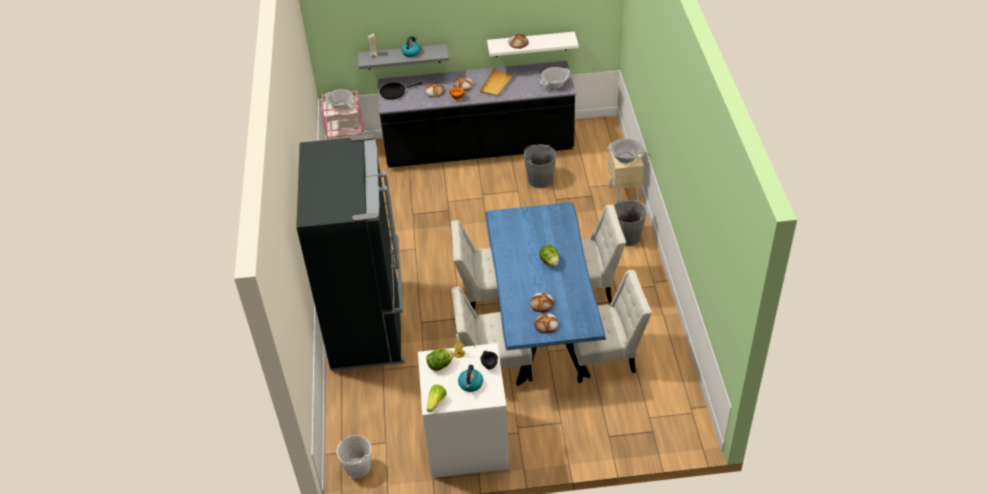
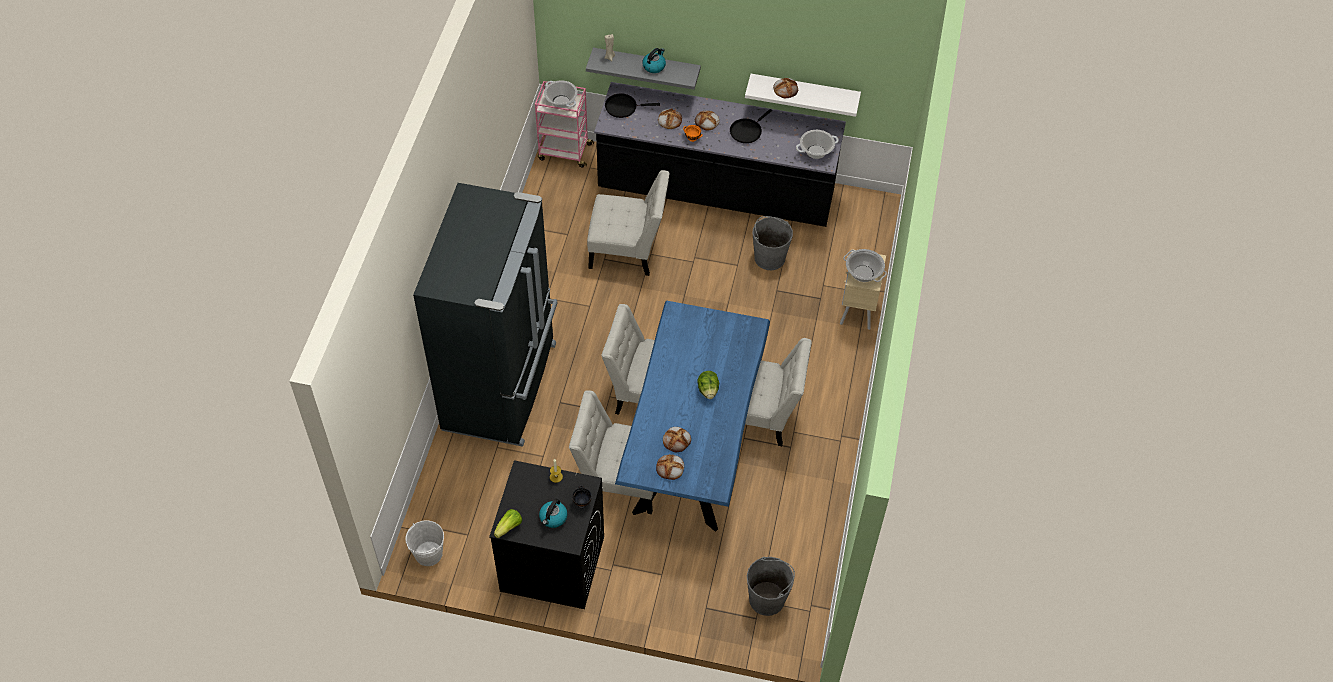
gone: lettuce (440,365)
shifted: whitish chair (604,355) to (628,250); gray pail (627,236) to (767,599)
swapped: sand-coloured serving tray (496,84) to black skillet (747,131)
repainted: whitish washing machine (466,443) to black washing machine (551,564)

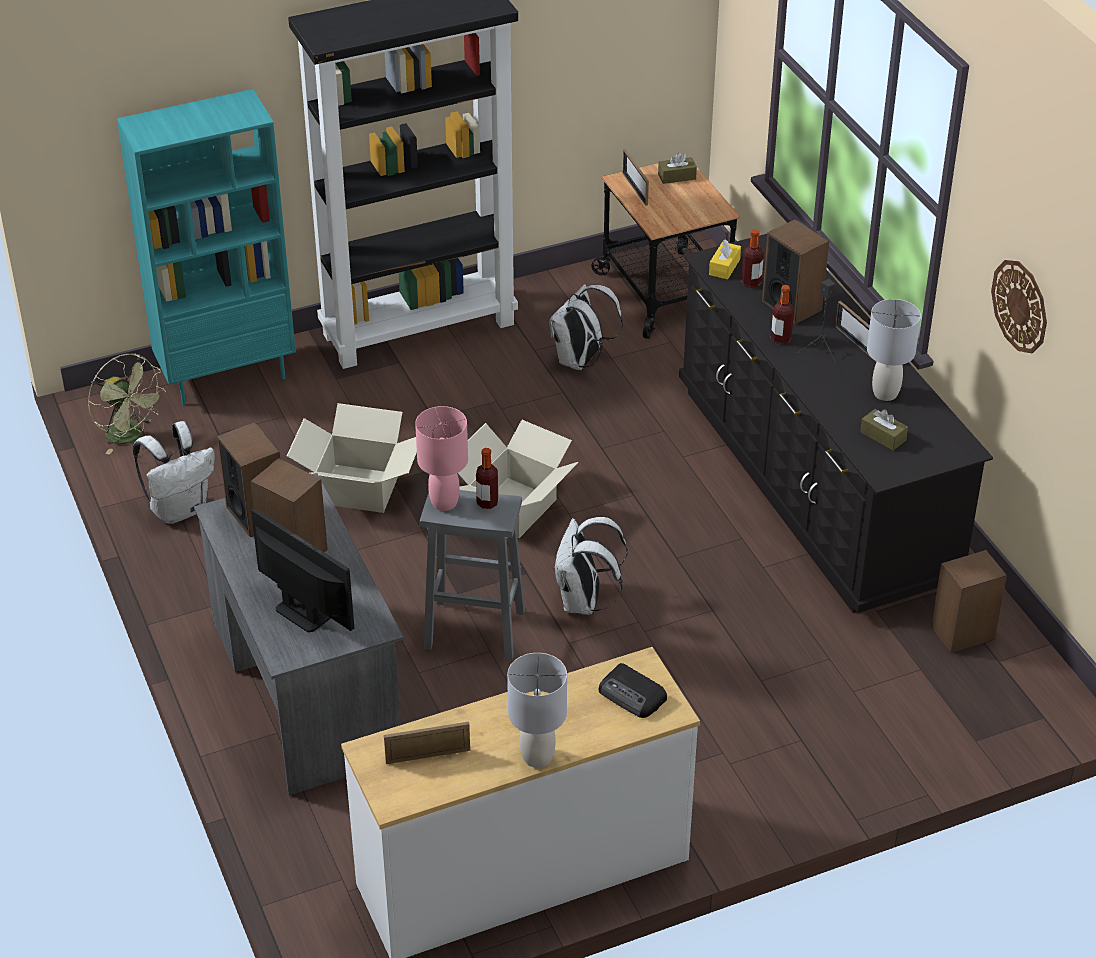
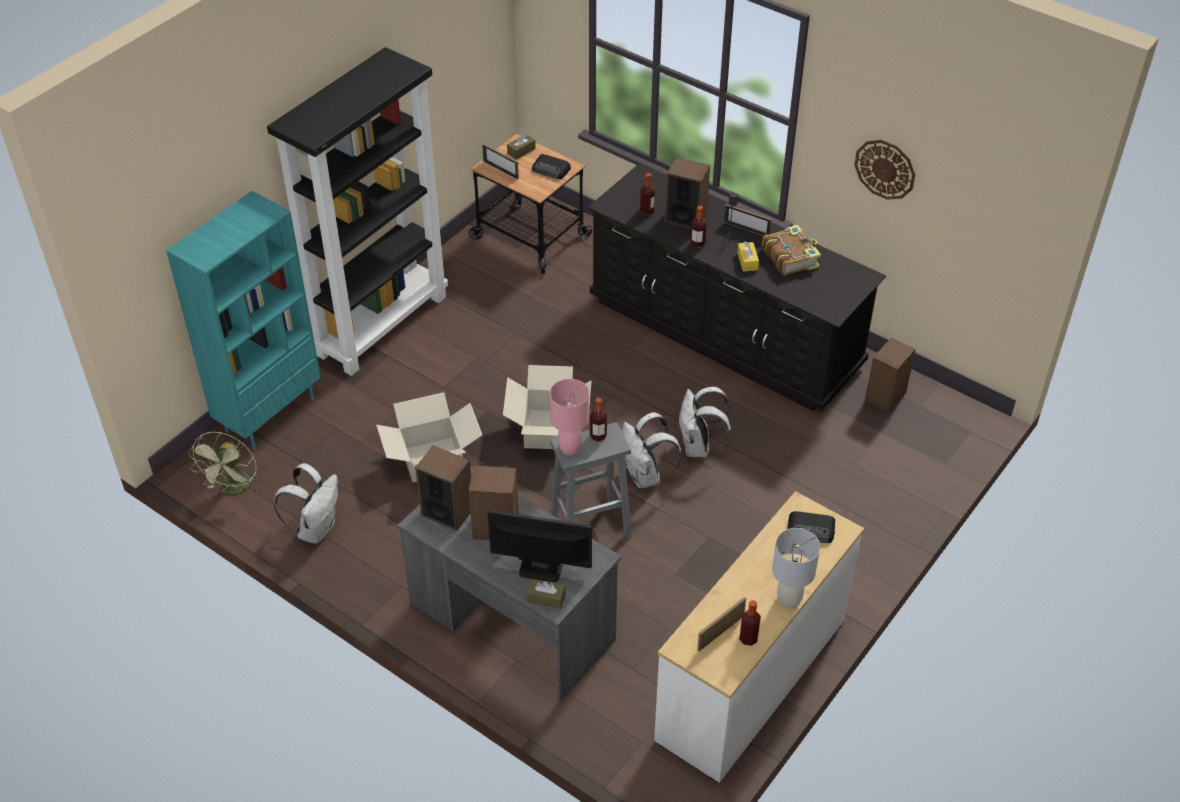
new: radio receiver (551,170); beverage bottle (748,638)
shifted: whitish backpack (580,361) to (699,447); yellow tissue holder (724,267) to (747,261); brown tissue holder (883,436) to (546,598)
swapped: gray tabletop lamp (885,393) to book (790,257)
rotated: green-coloured fan (131,436) = (234,489) 90 degrees clockwise

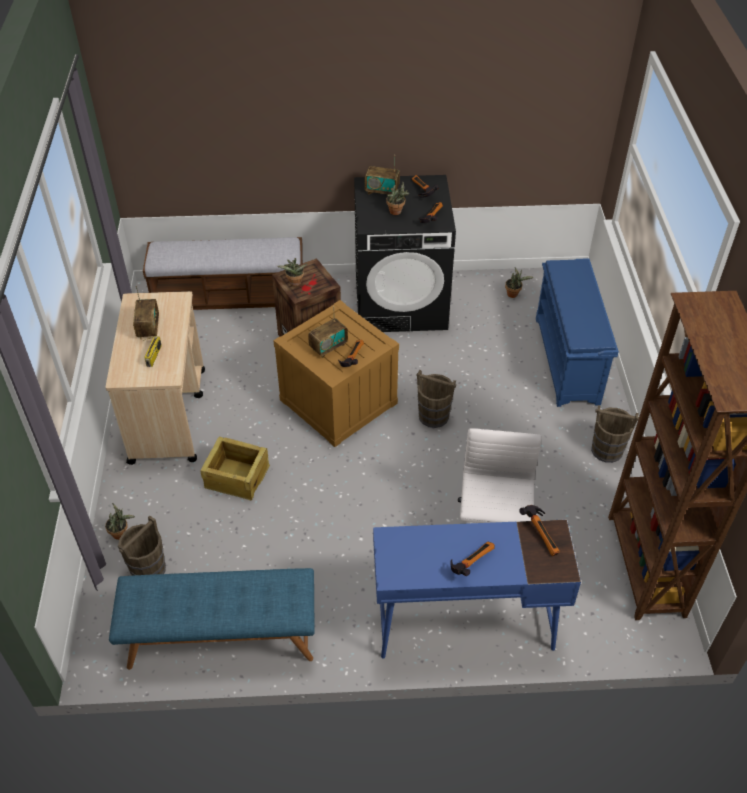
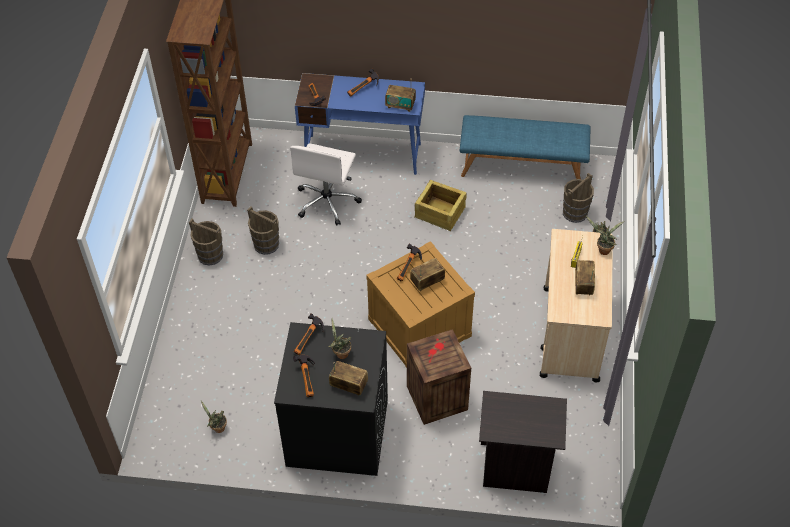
gone: blue-coloured shoe shelf (568,361)
new: radio receiver (400,105)
shifted: packing crate (236,476) to (440,213); houseplant (294,284) to (605,249); brown pail (433,416) to (266,244)
swapped: indoor bench (230,296) to black night table (515,468)

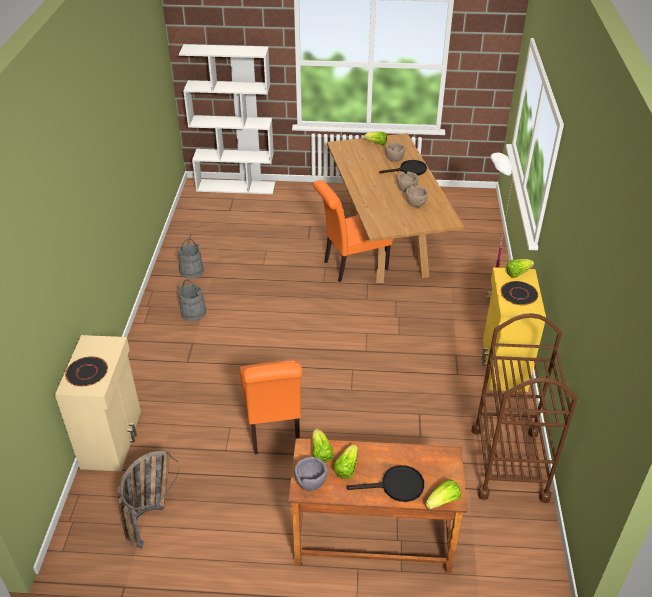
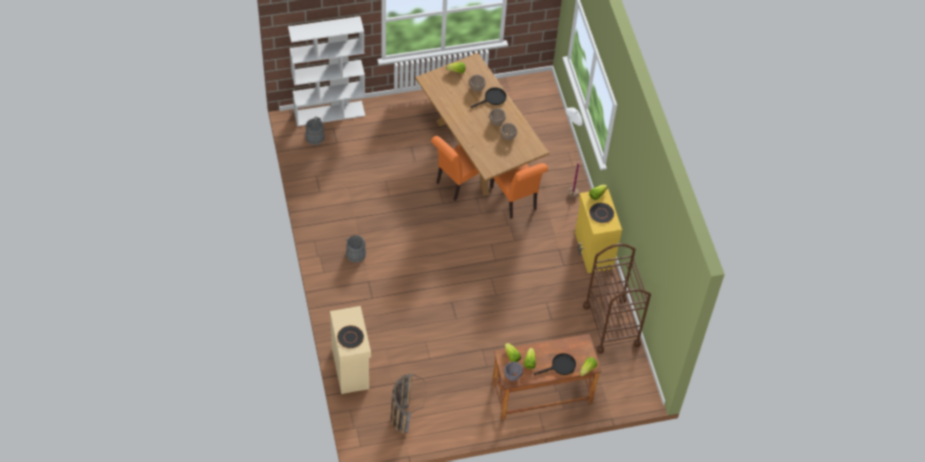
shifted: gray pail (191,270) to (314,137); orange chair (274,429) to (515,200)

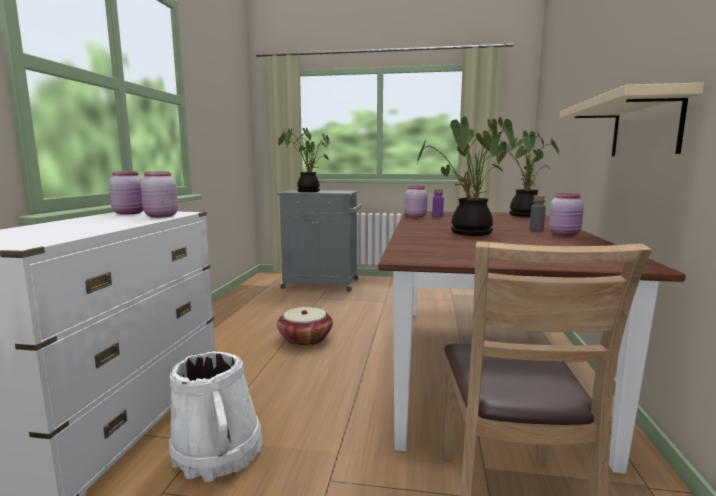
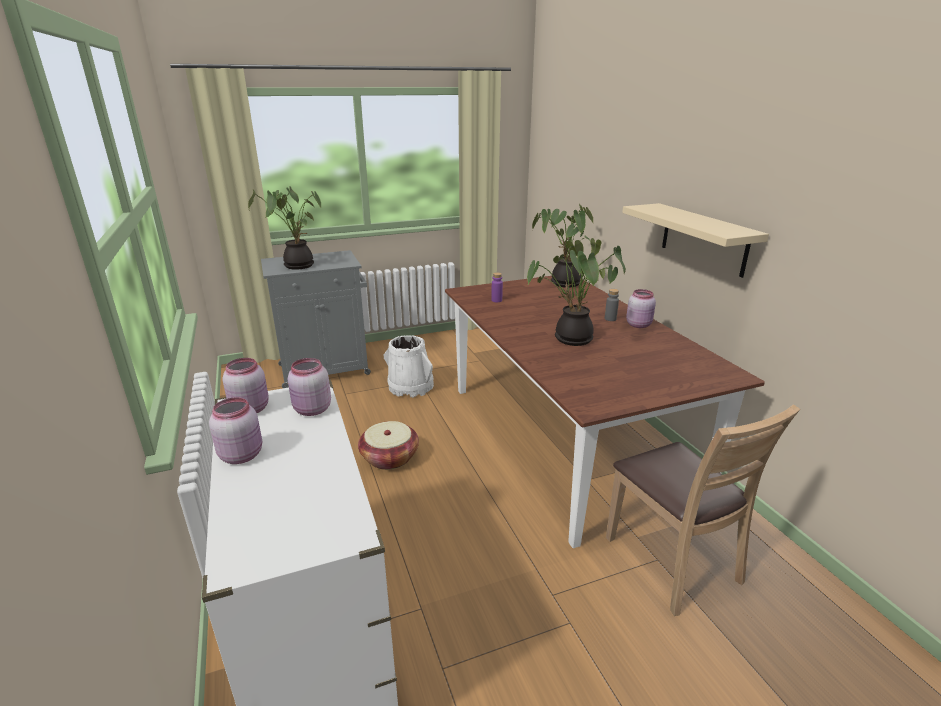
shifted: whitish pail (217,451) to (410,386); pinkish storage jar (416,216) to (242,454)

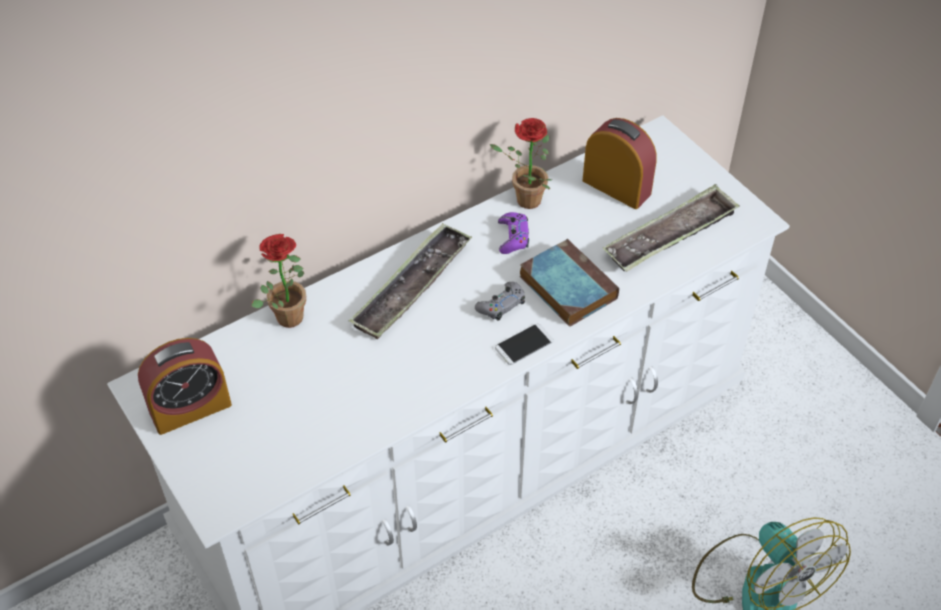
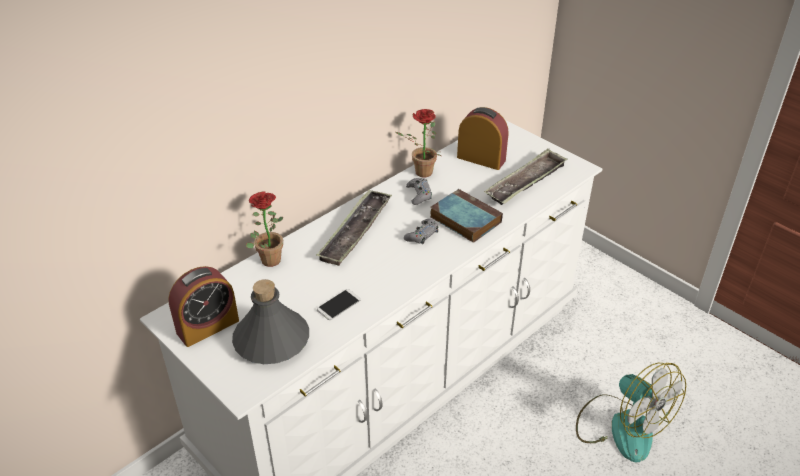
new: gray beverage bottle (271,341)
shifted: phone (524,344) to (339,305)
repainted: purplish gamepad (513,237) to gray gamepad (419,194)

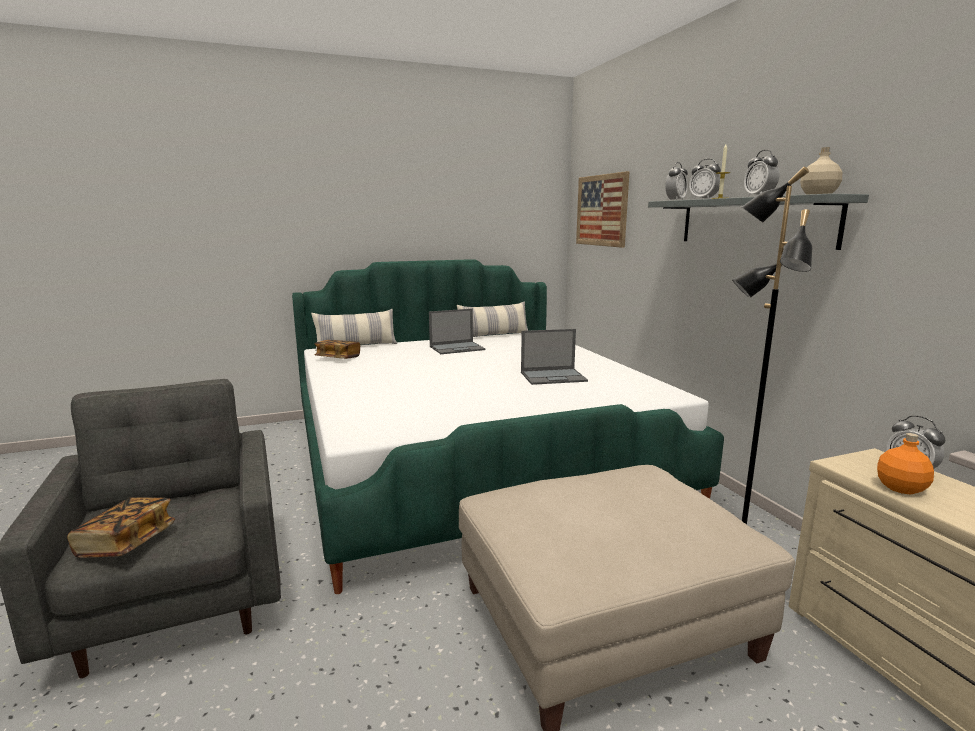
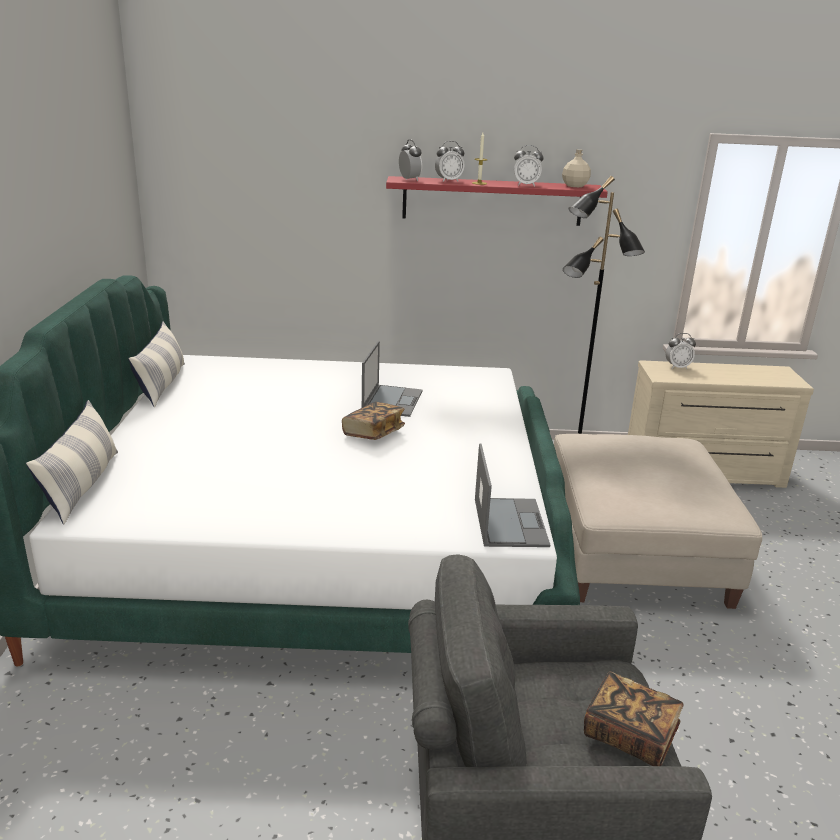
gone: picture (601,210); orange beverage bottle (901,488)
shifted: book (338,358) to (373,433); laptop (457,348) to (509,522)
repainted: gray bracket shelf (753,222) to reddish bracket shelf (492,201)

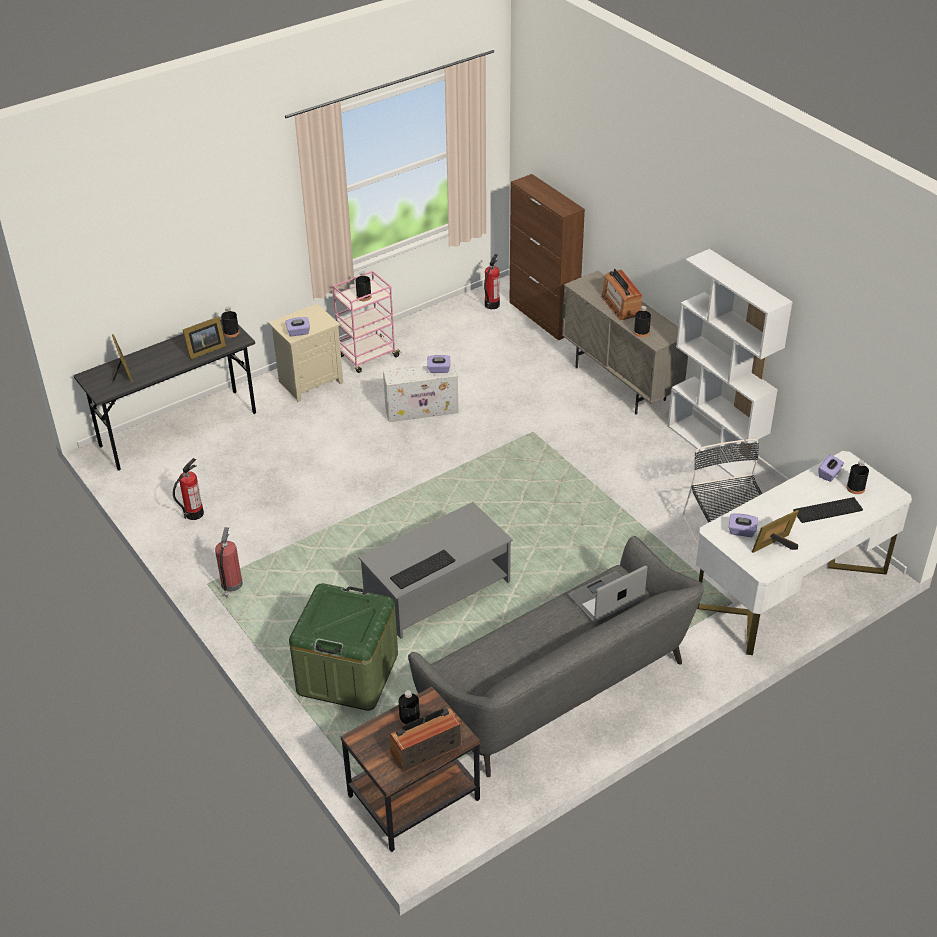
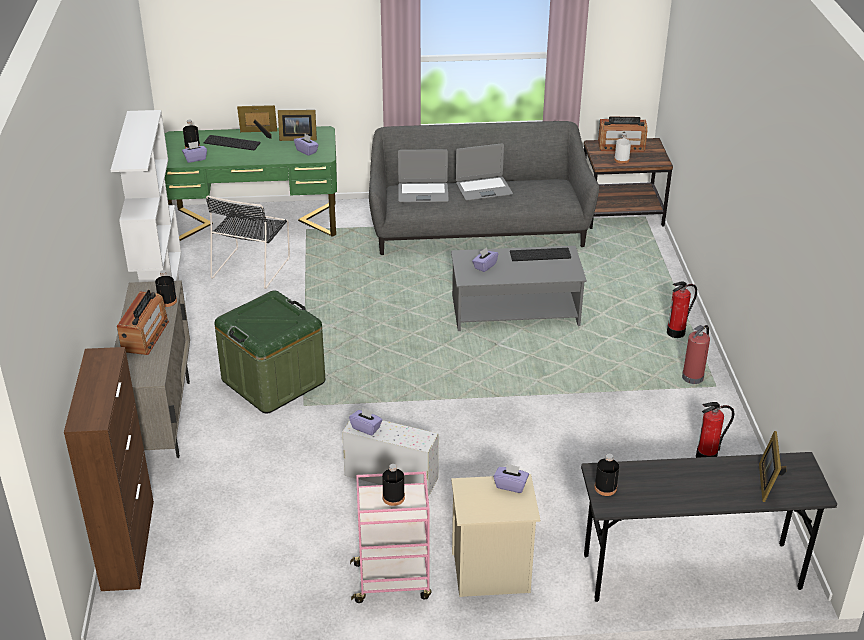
new: laptop (483,189); purplish tissue holder (484,266)
shifted: photo frame (204,350) to (259,133); green-coloured storage bin (347,673) to (273,381); fire extinguisher (491,305) to (676,333)
repainted: black beverage bottle (409,719) to whitish beverage bottle (621,160); whitish desk unit (791,589) to green-coloured desk unit (255,222)

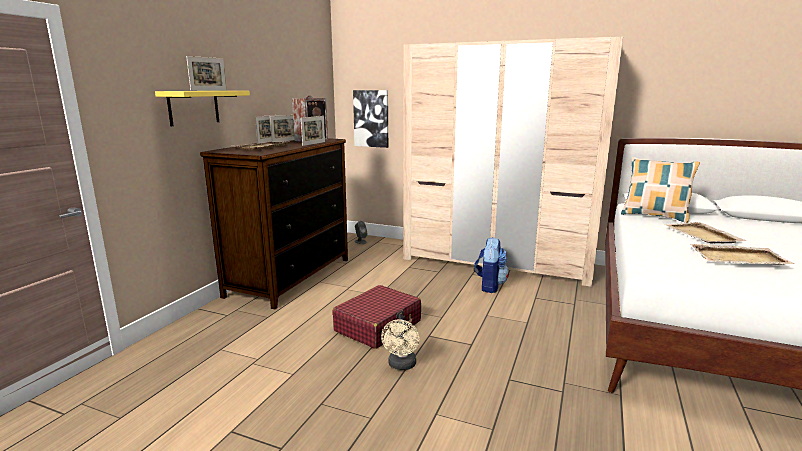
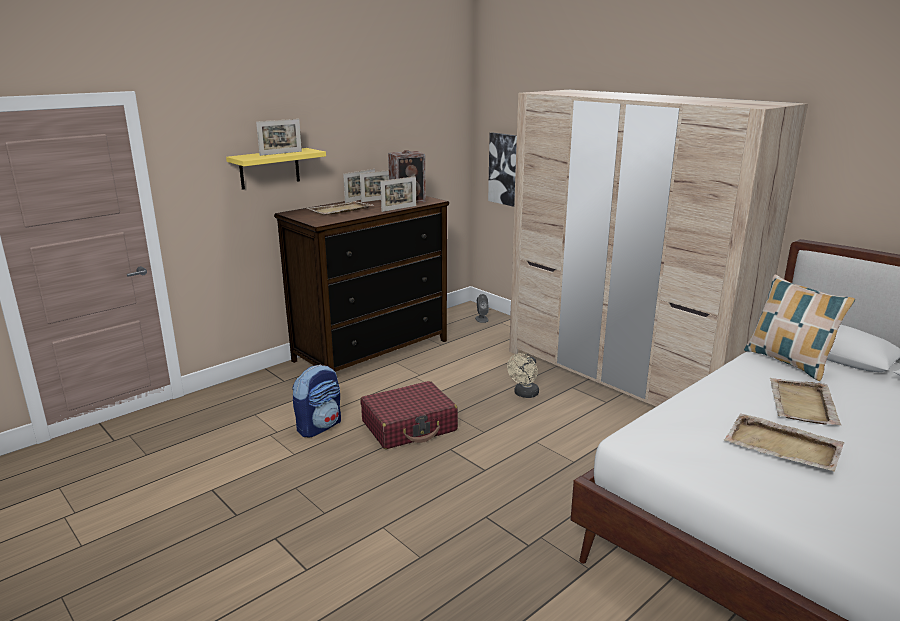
shifted: sand-coloured fan (401,365) to (524,394); backpack (489,286) to (319,426)

